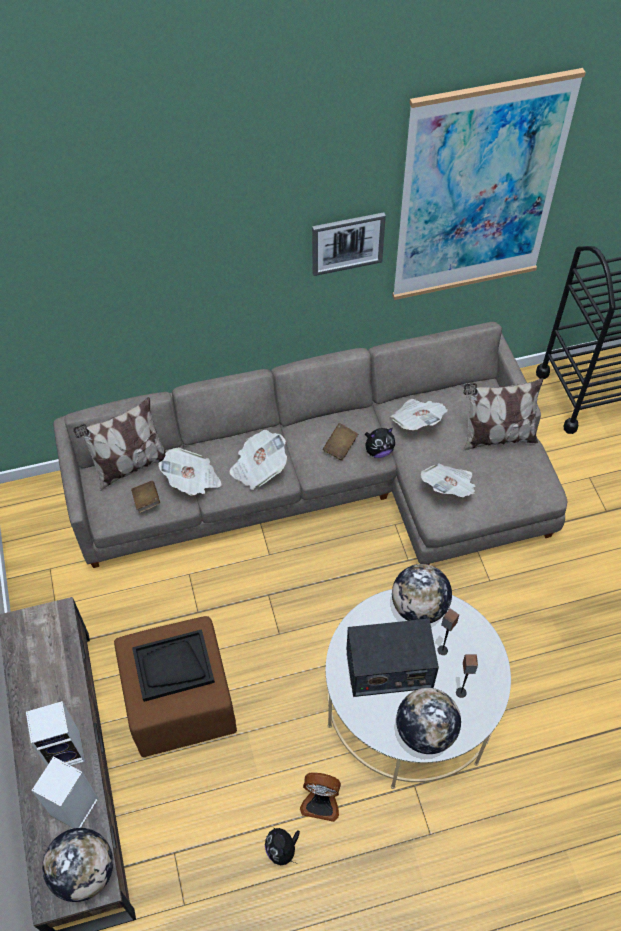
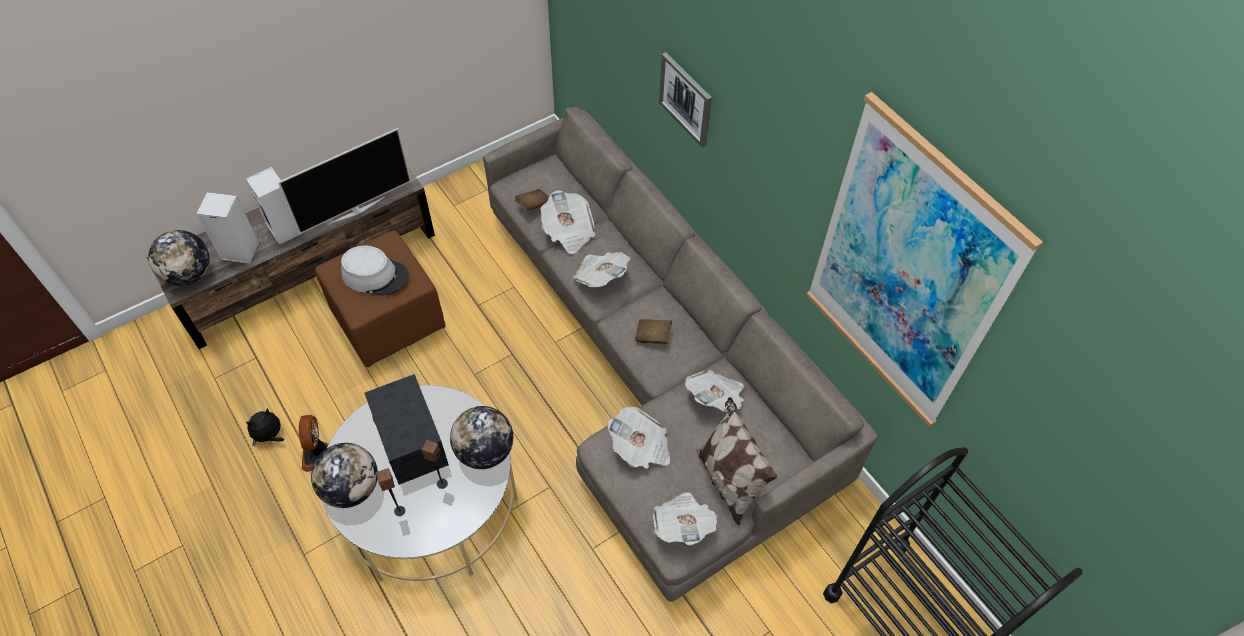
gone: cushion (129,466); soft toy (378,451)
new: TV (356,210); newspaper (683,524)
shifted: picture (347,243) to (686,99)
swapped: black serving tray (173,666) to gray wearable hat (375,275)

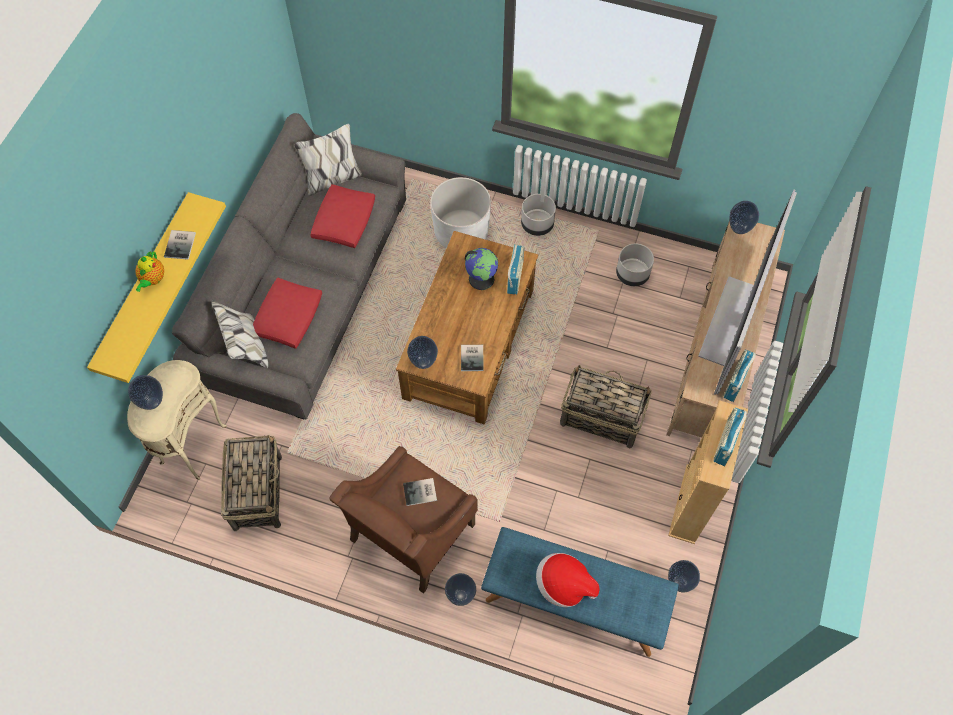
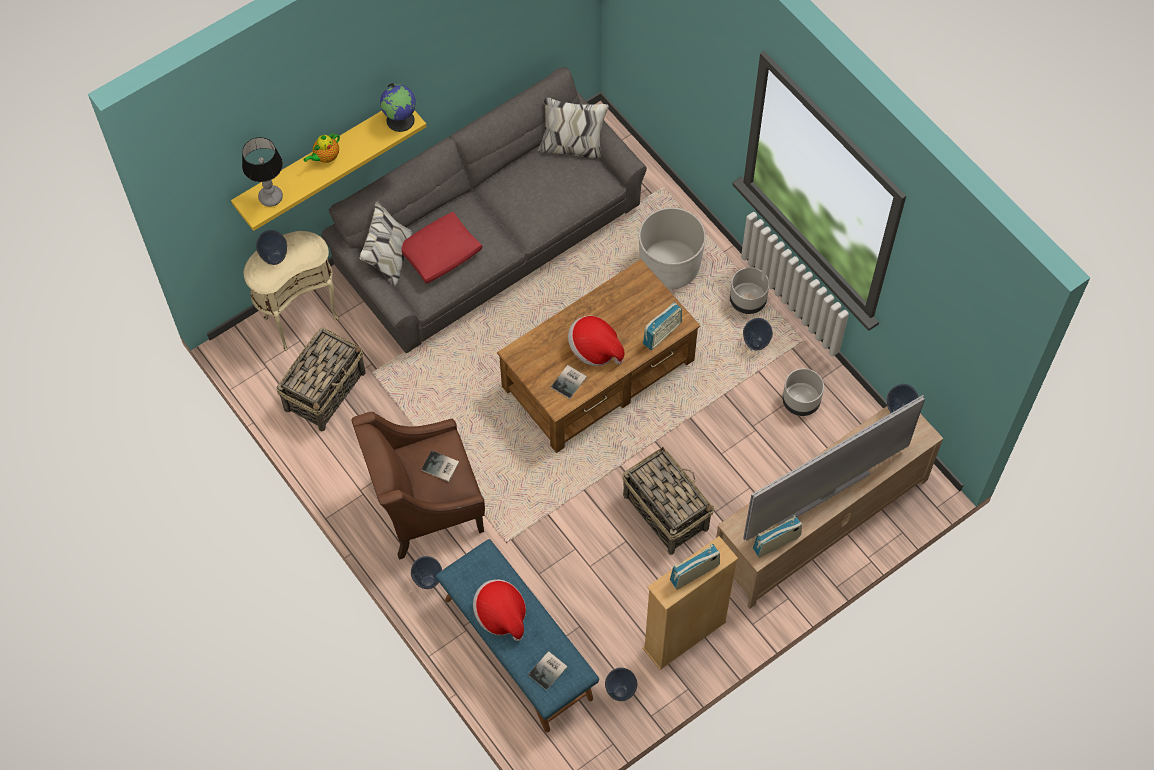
gone: reddish cushion (344,221)
new: tabletop lamp (271,198); wearable hat (595,349)
shifted: book (181,244) to (549,671); vase (423,362) to (755,344); desk globe (481,278) to (401,120)

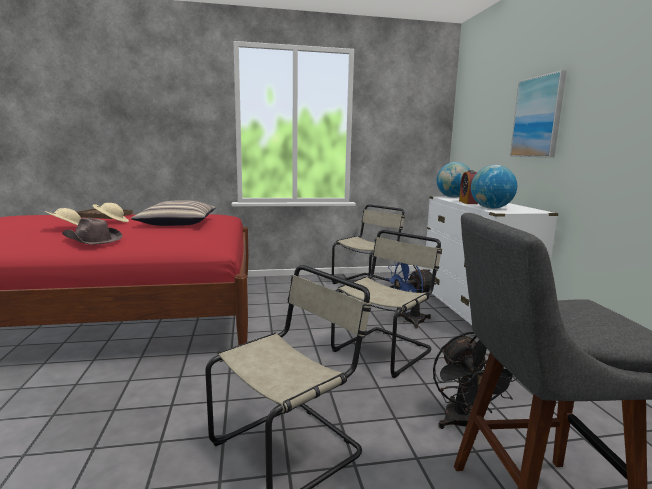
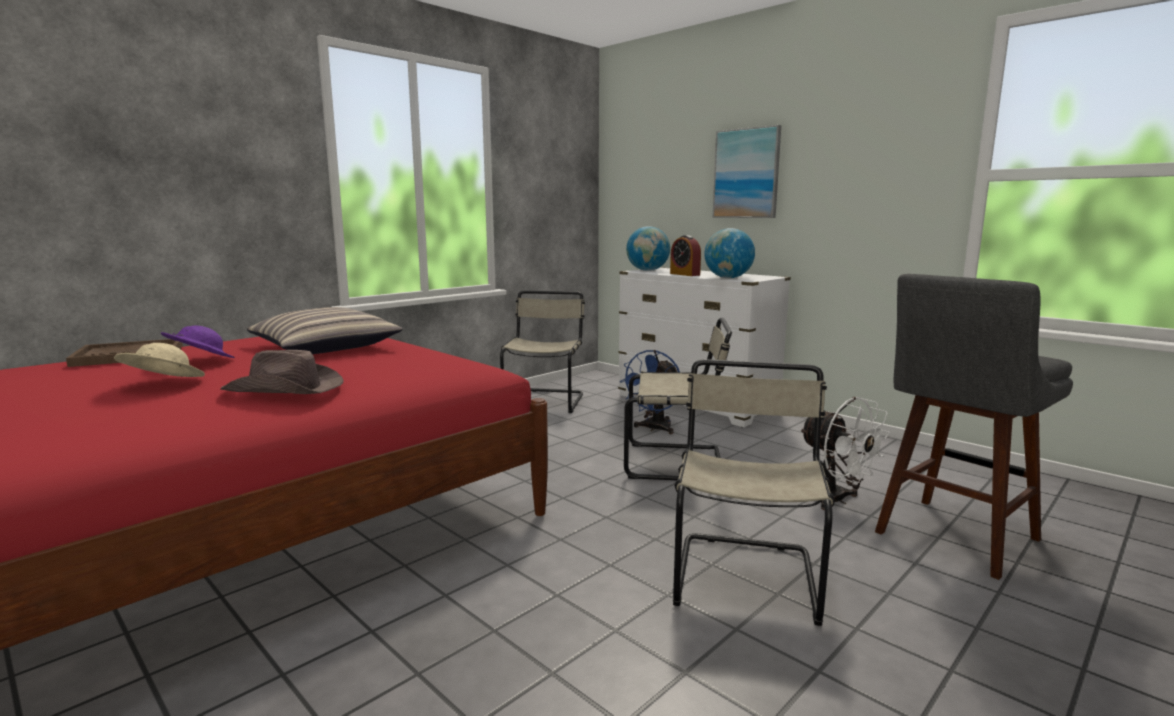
repainted: sand-coloured wearable hat (112,222) to purplish wearable hat (200,362); black fan (464,424) to whitish fan (835,500)
rotated: sand-coloured chair (384,350) = (678,463) 90 degrees clockwise

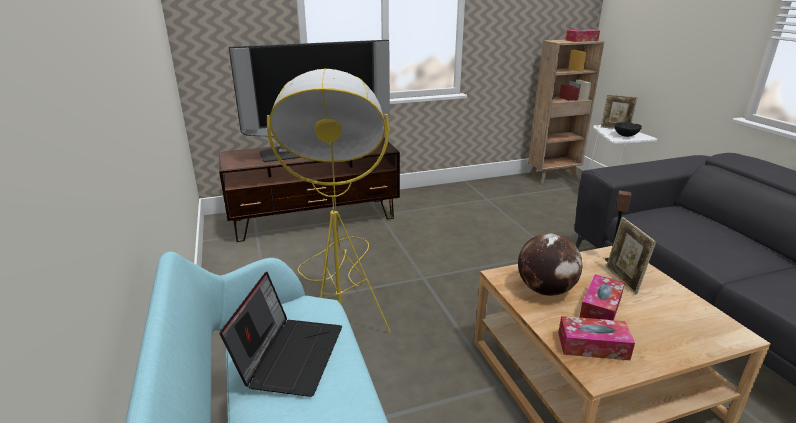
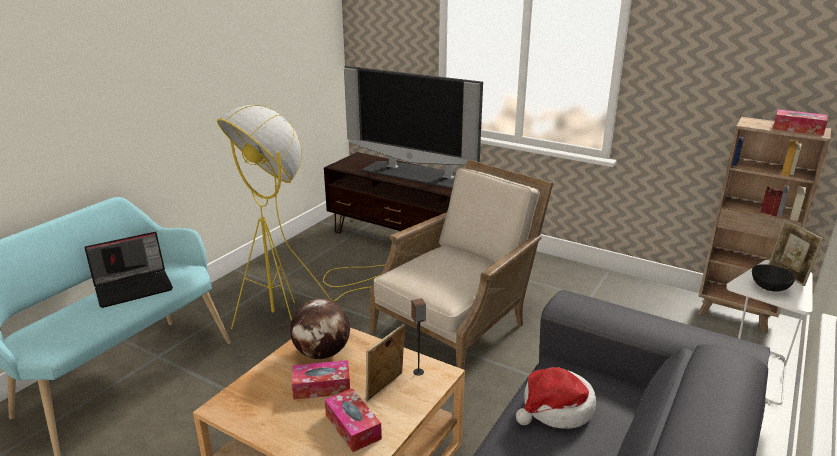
new: sand-coloured lounge chair (458,323); wearable hat (556,408)
shifted: tissue holder (592,346) to (353,426)

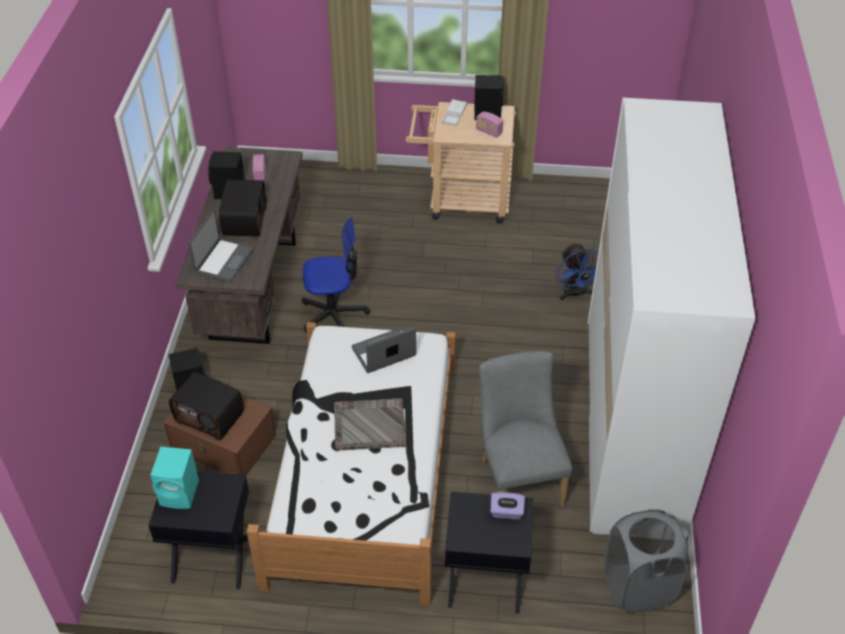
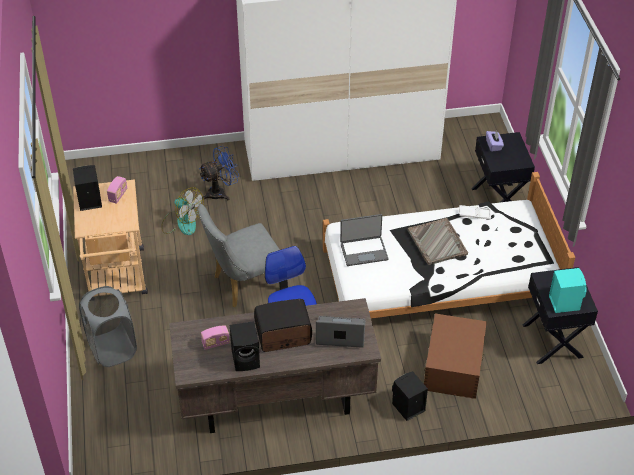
gone: radio receiver (210,416)
new: fan (182,222)
shifted: whitish serving tray (454,115) to (474,214); gray chair (518,477) to (243,284); gray hamper (638,586) to (112,348)
rotated: laptop (384,353) = (364,251) 60 degrees counterclockwise

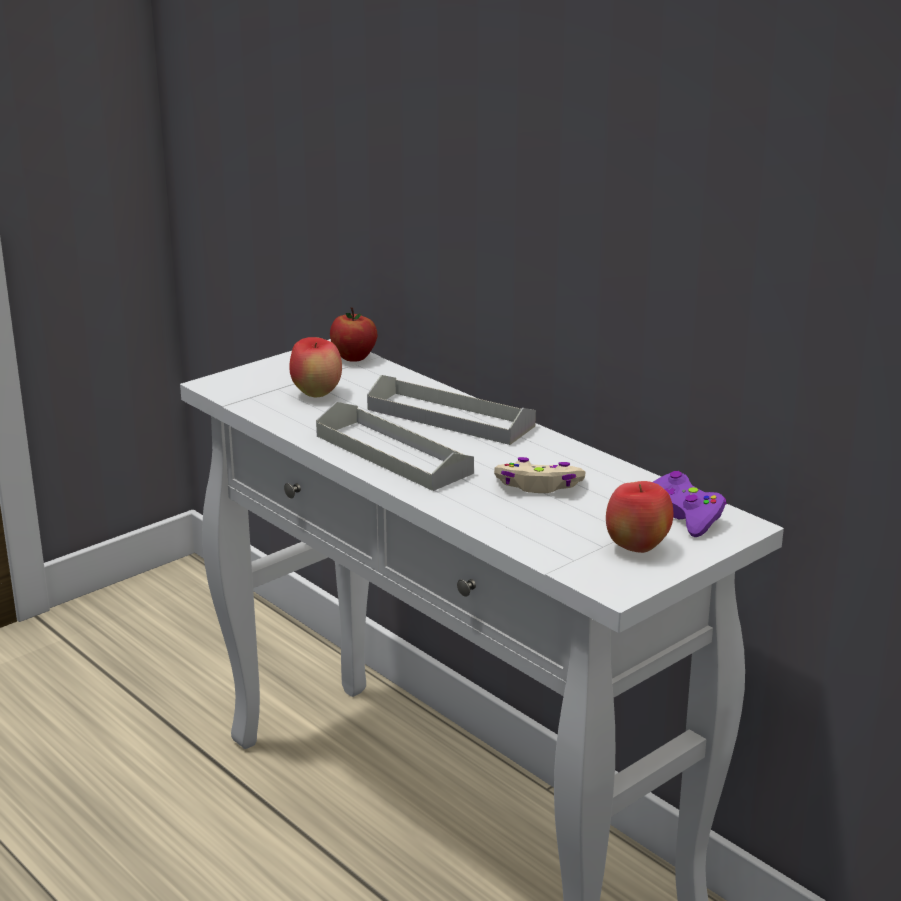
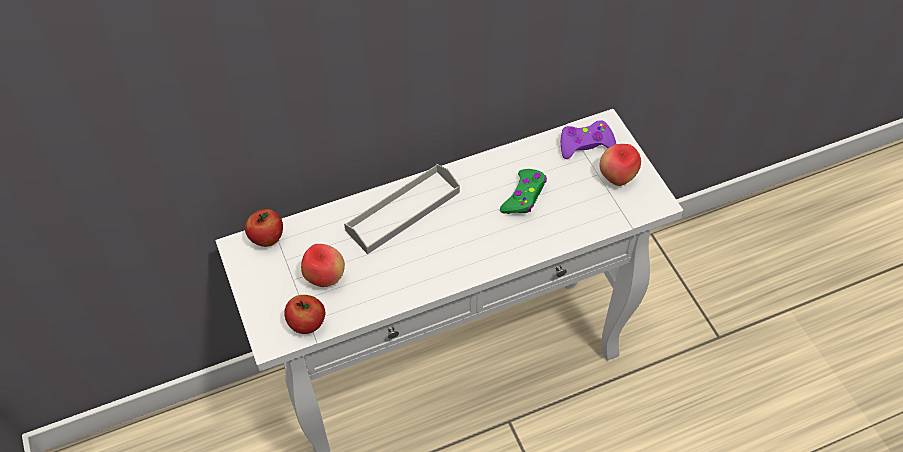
gone: gray serving tray (393,454)
new: apple fruit (307,324)
repainted: sand-coloured gamepad (539,486) to green-coloured gamepad (524,196)

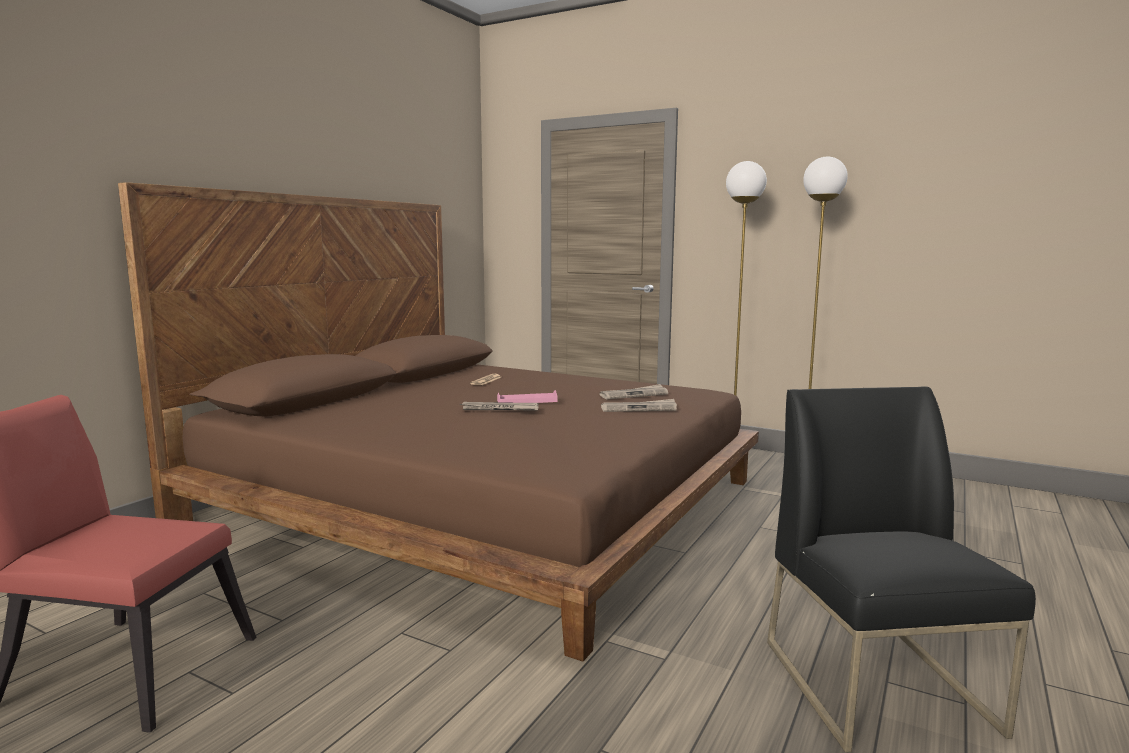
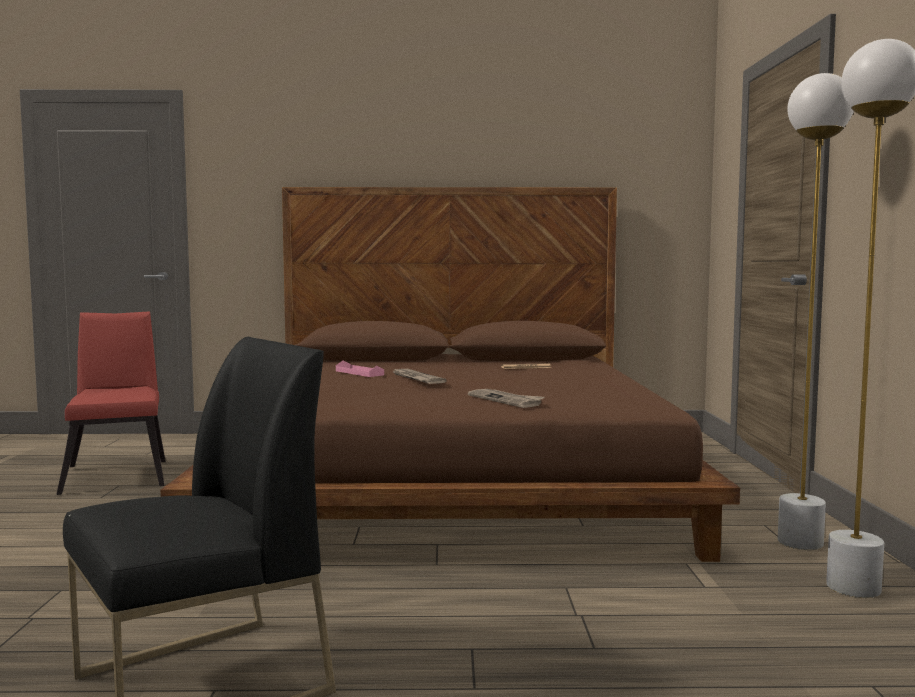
gone: newspaper (634,394)
shifted: pinkish serving tray (527,401) to (359,373)

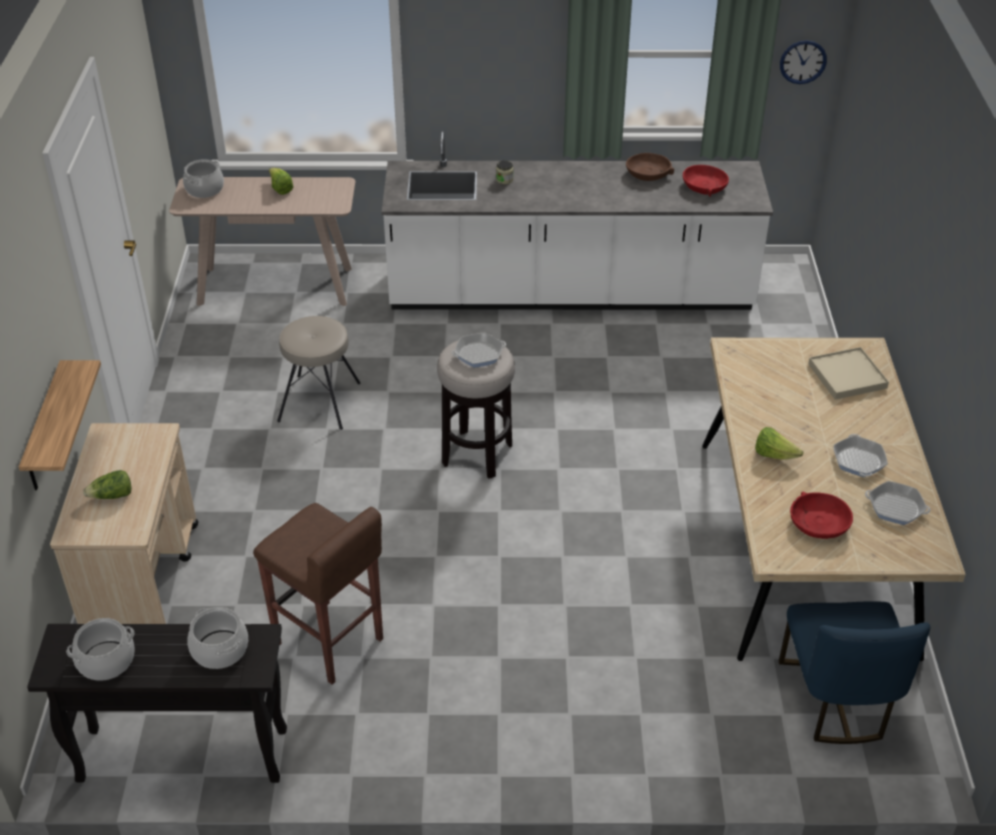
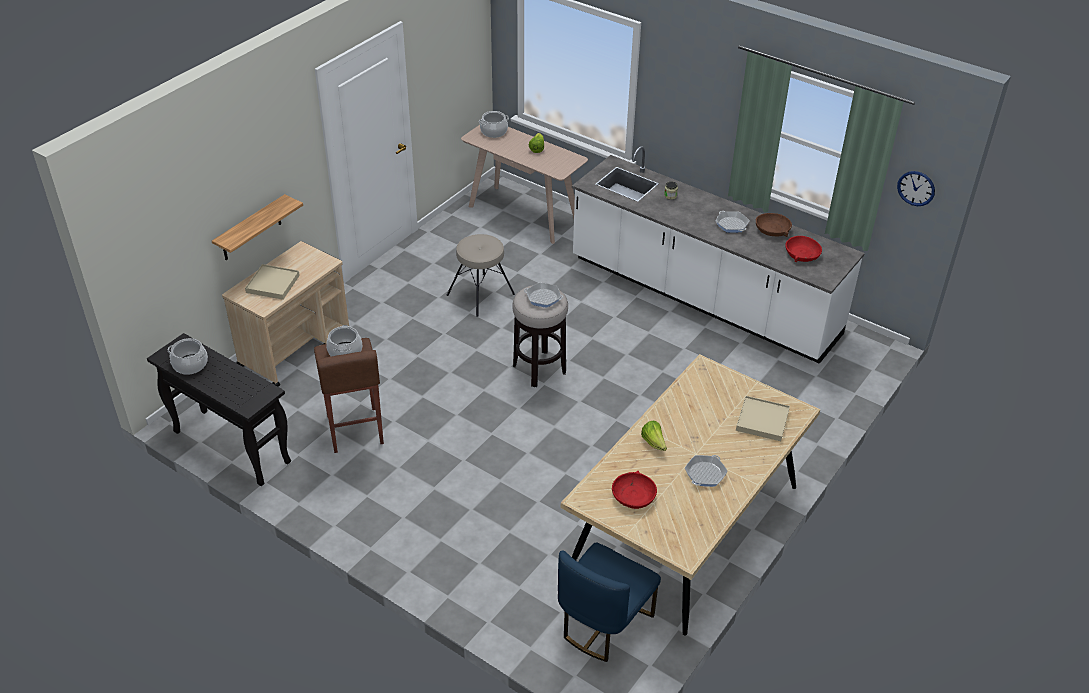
shifted: stockpot (219,650) to (345,352); skillet (895,507) to (731,224)
swapped: lettuce (112,496) to sand-coloured serving tray (273,284)

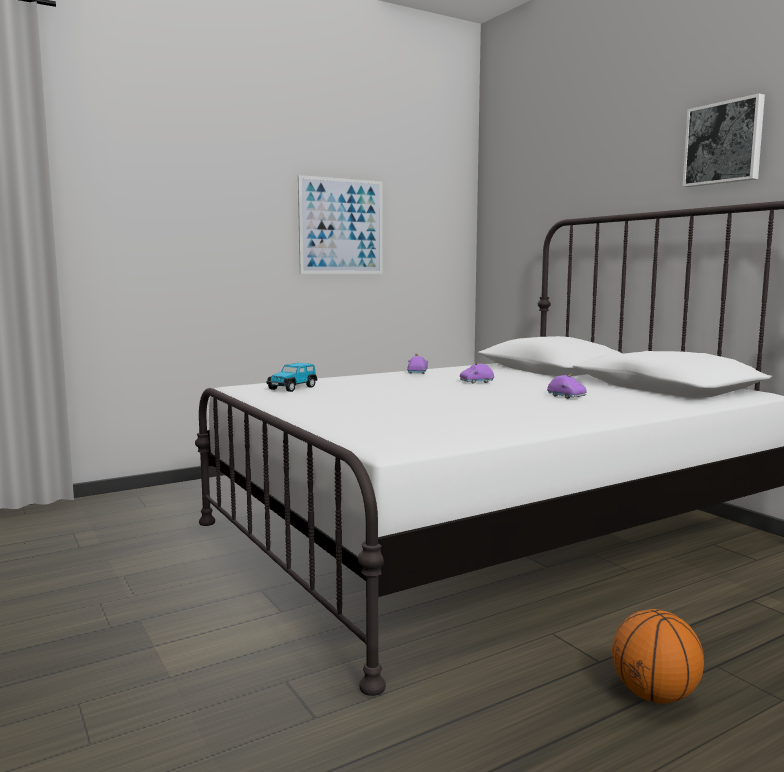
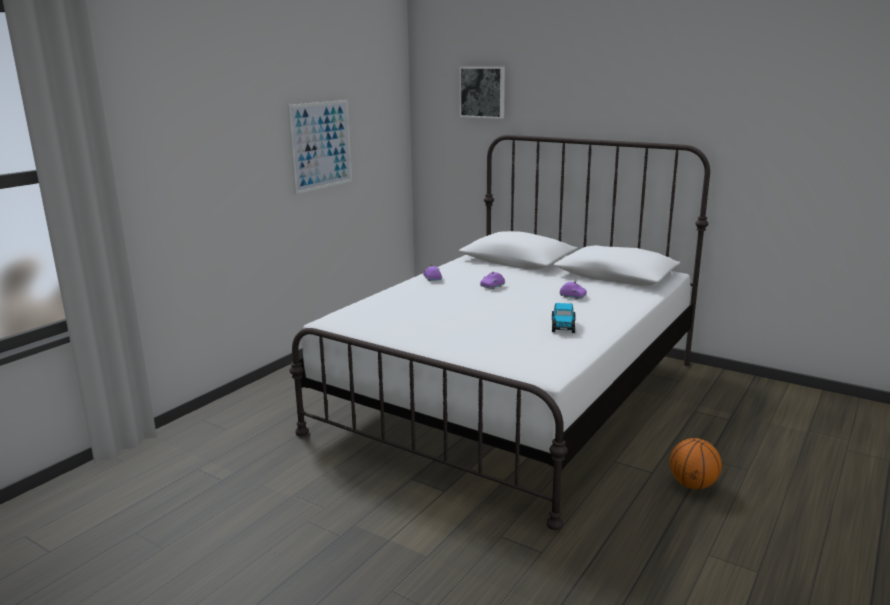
shifted: toy car (293,388) to (563,327); picture (724,143) to (483,92)

